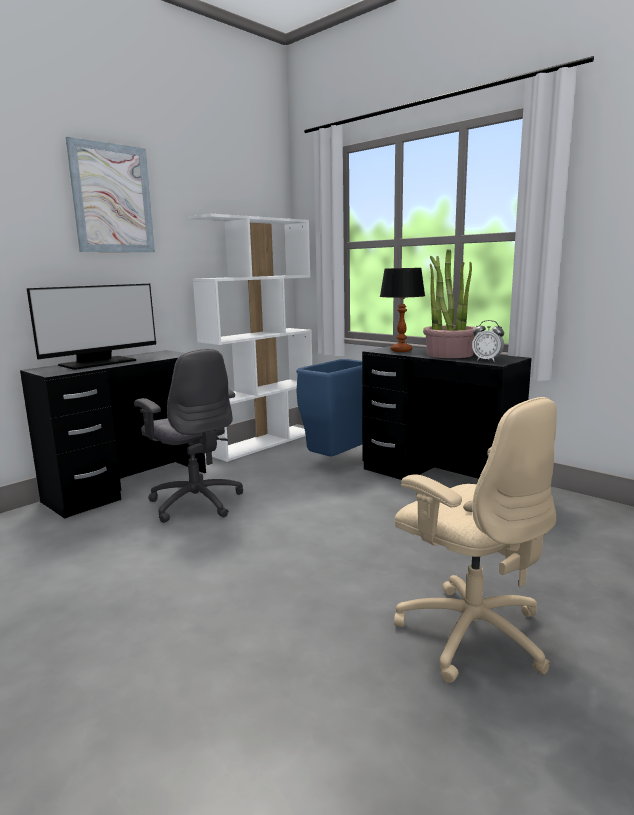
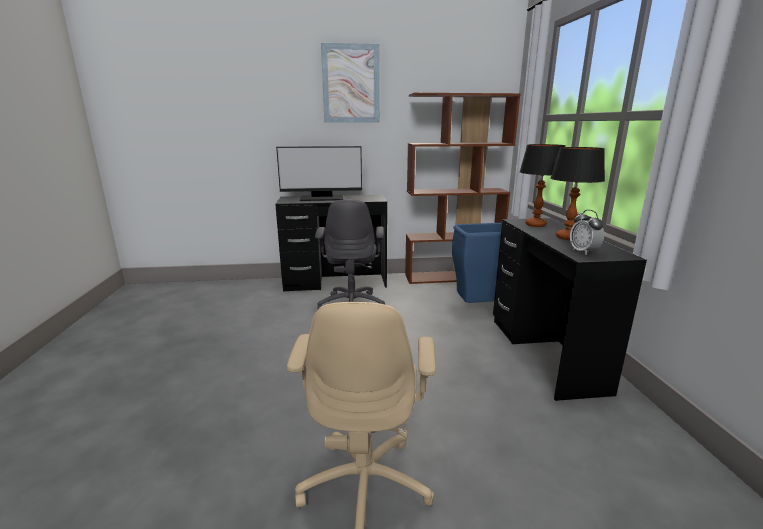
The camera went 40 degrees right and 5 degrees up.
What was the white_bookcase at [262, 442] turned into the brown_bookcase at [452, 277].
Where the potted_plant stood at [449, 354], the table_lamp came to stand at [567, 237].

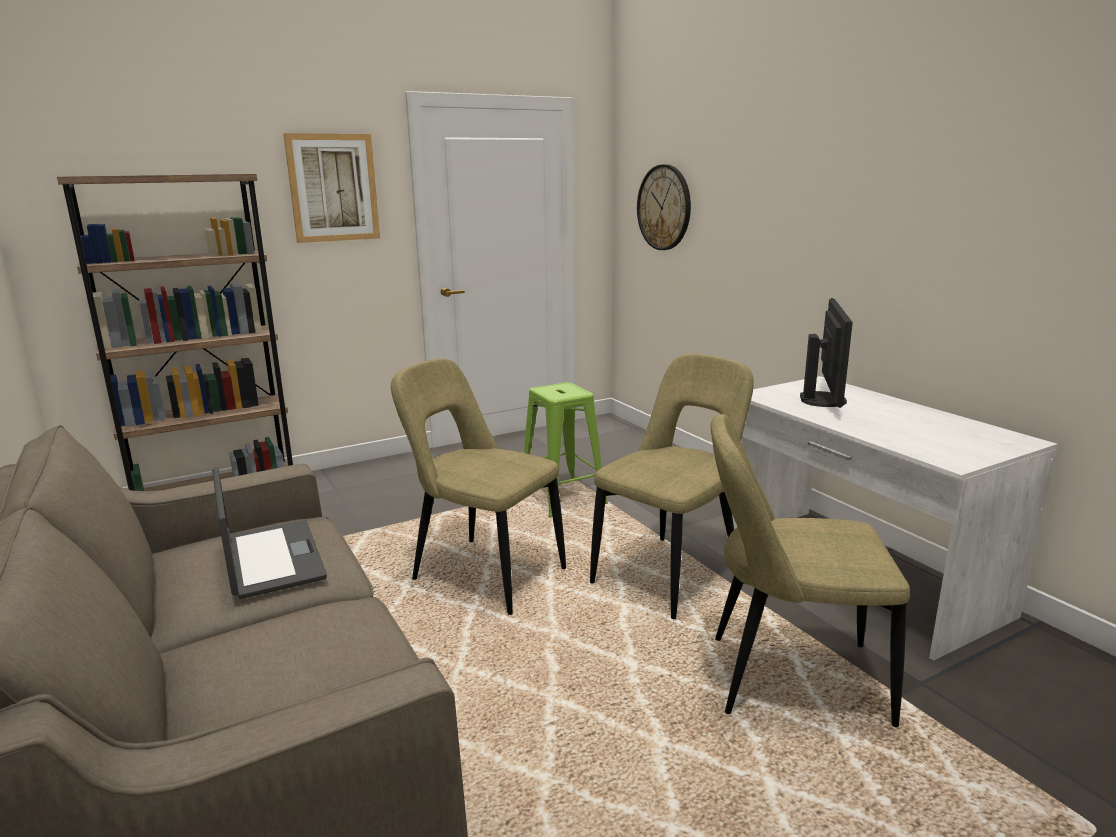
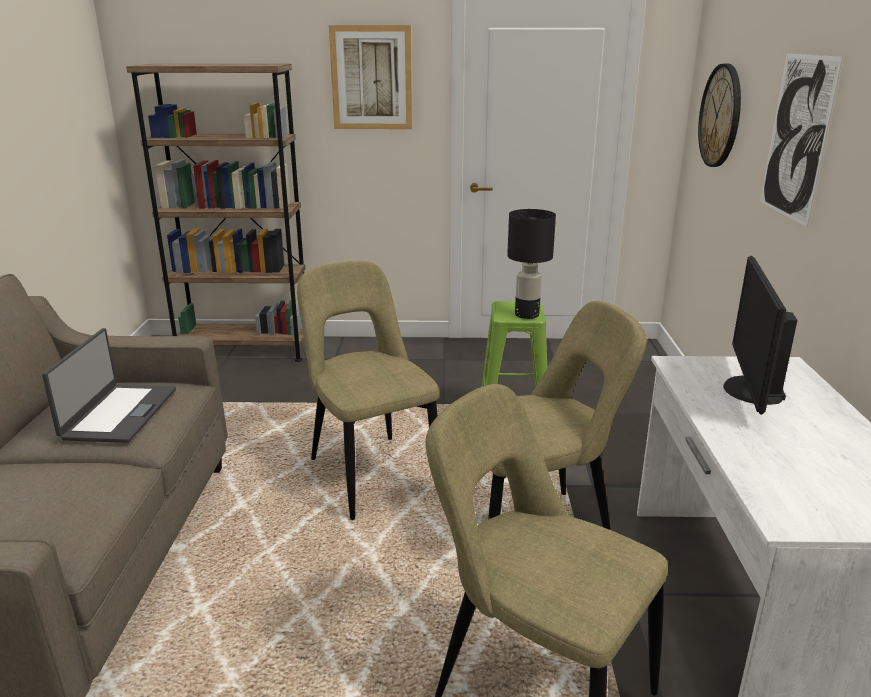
The camera went 30 degrees right and 5 degrees up.
The monitor at [824, 400] ended up facing another way, 150 degrees clockwise from before.
The second view gained the black_table_lamp at [526, 315].
The second view gained the picture at [797, 137].

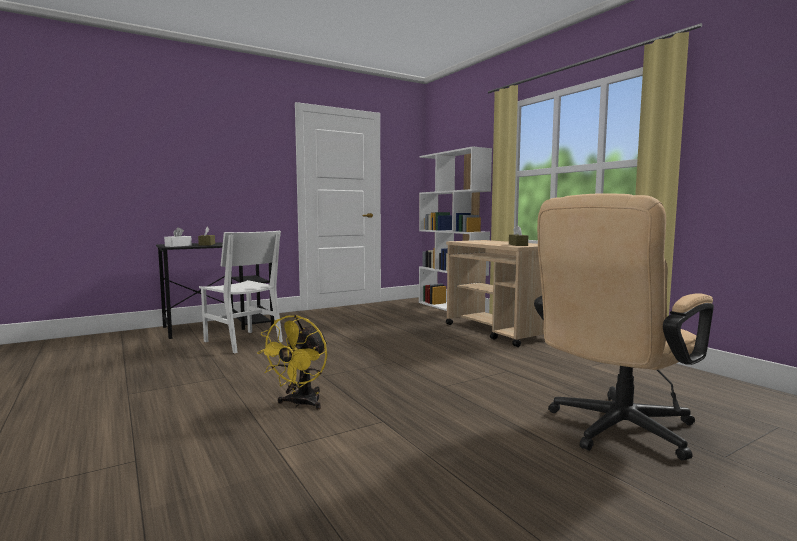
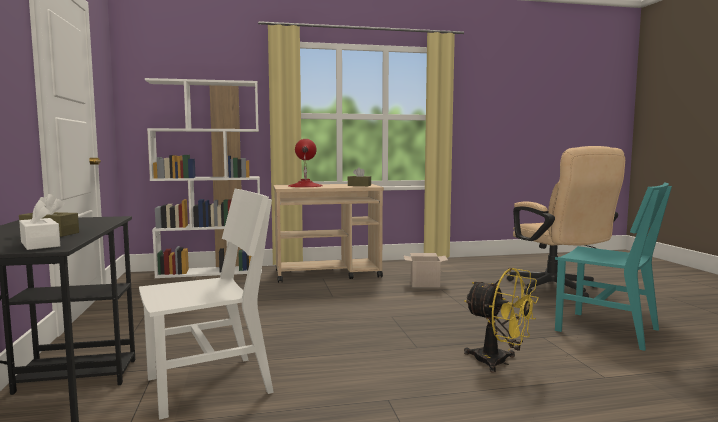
The camera went 70 degrees left and 0 degrees up.
The second view gained the red_table_lamp at [305, 186].
The second view gained the cardboard_box at [425, 283].
The second view gained the turquoise_chair at [607, 330].

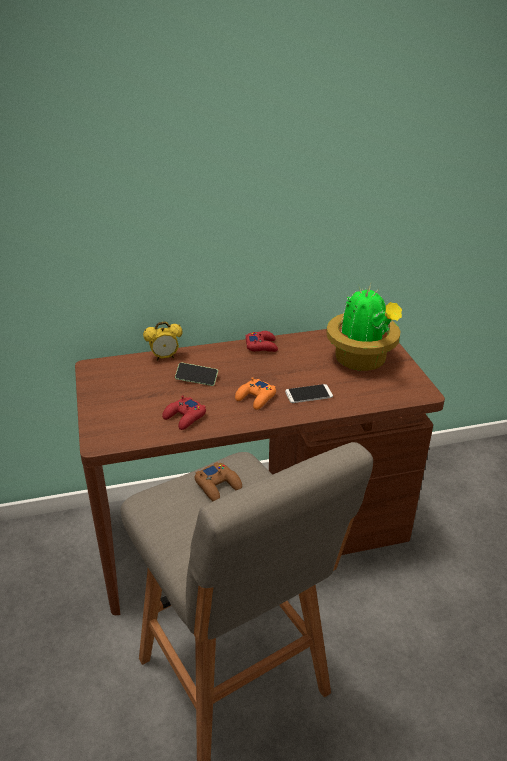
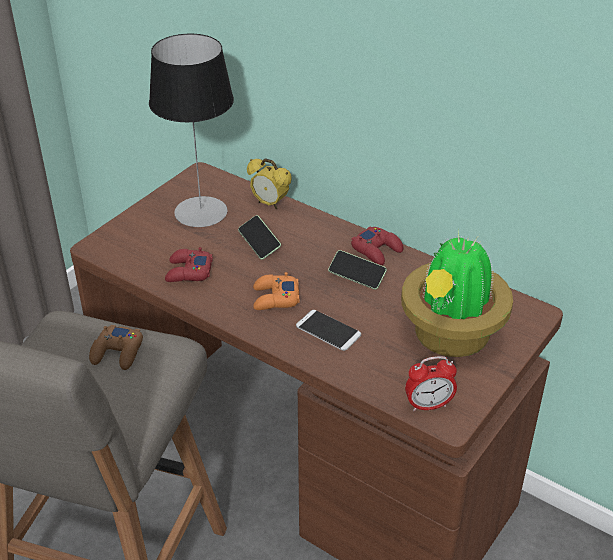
The camera went 50 degrees right and 5 degrees up.
The second view gained the table_lamp at [201, 212].
The second view gained the phone at [357, 276].
The second view gained the alarm_clock at [428, 405].

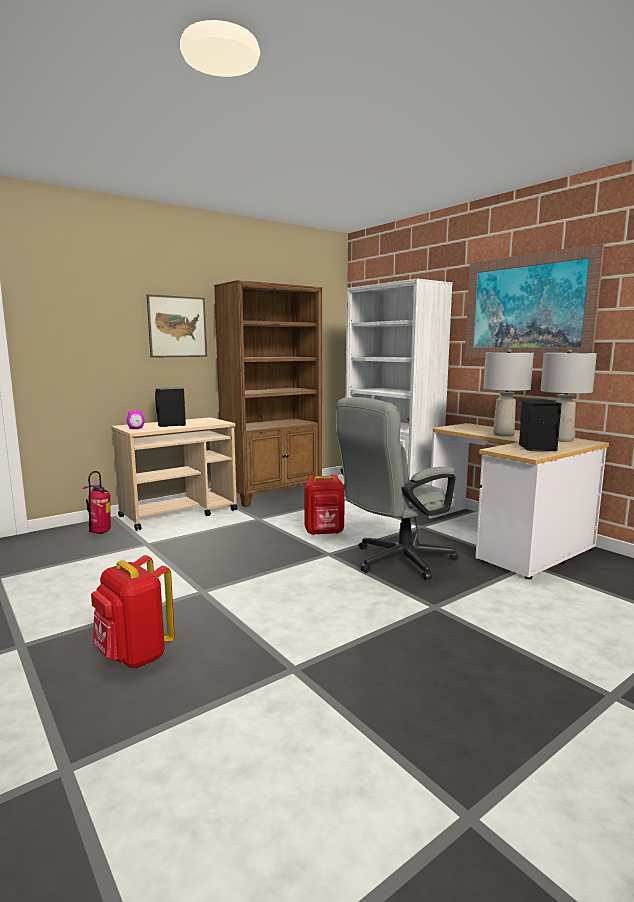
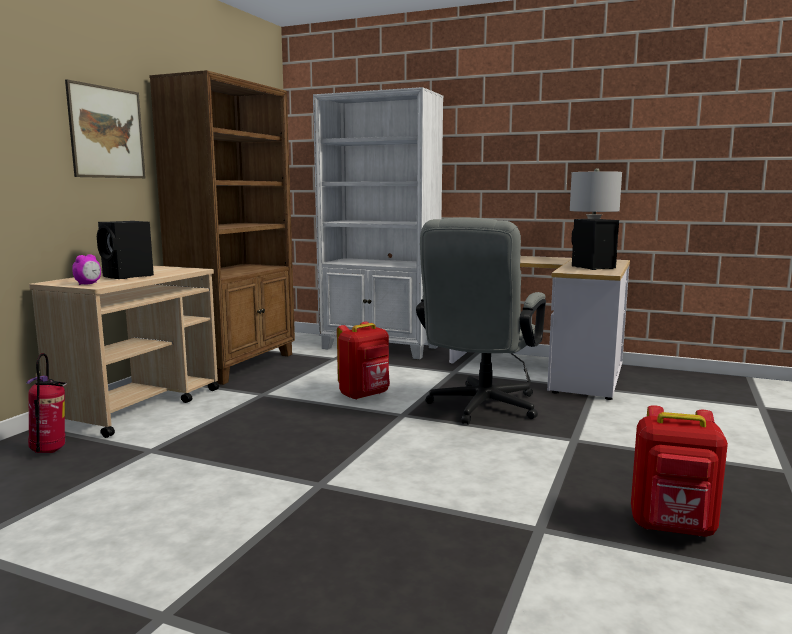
The camera went 30 degrees left and 0 degrees up.
The red_backpack ended up elsewhere, having gone from [134, 656] to [673, 528].
The second view lost the picture at [526, 307].
The second view lost the grey_table_lamp at [503, 435].

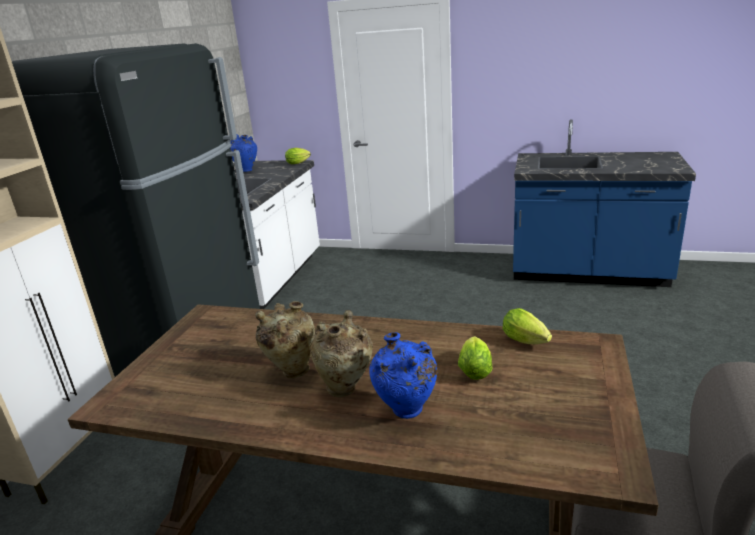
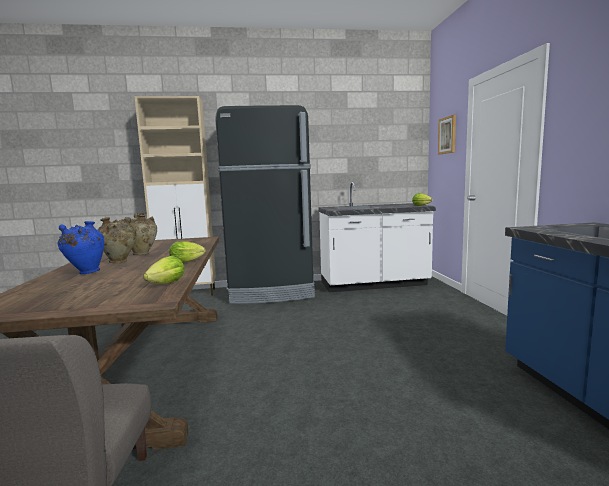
The camera went 65 degrees right and 15 degrees down.
The second view lost the blue_vase at [246, 170].
The lettuce ended up elsewhere, having gone from [474, 369] to [188, 261].
The second view gained the picture at [447, 135].

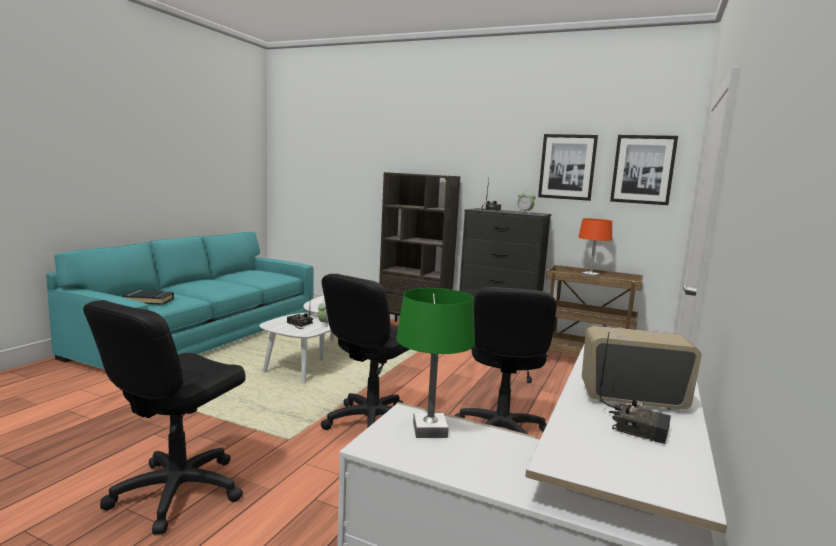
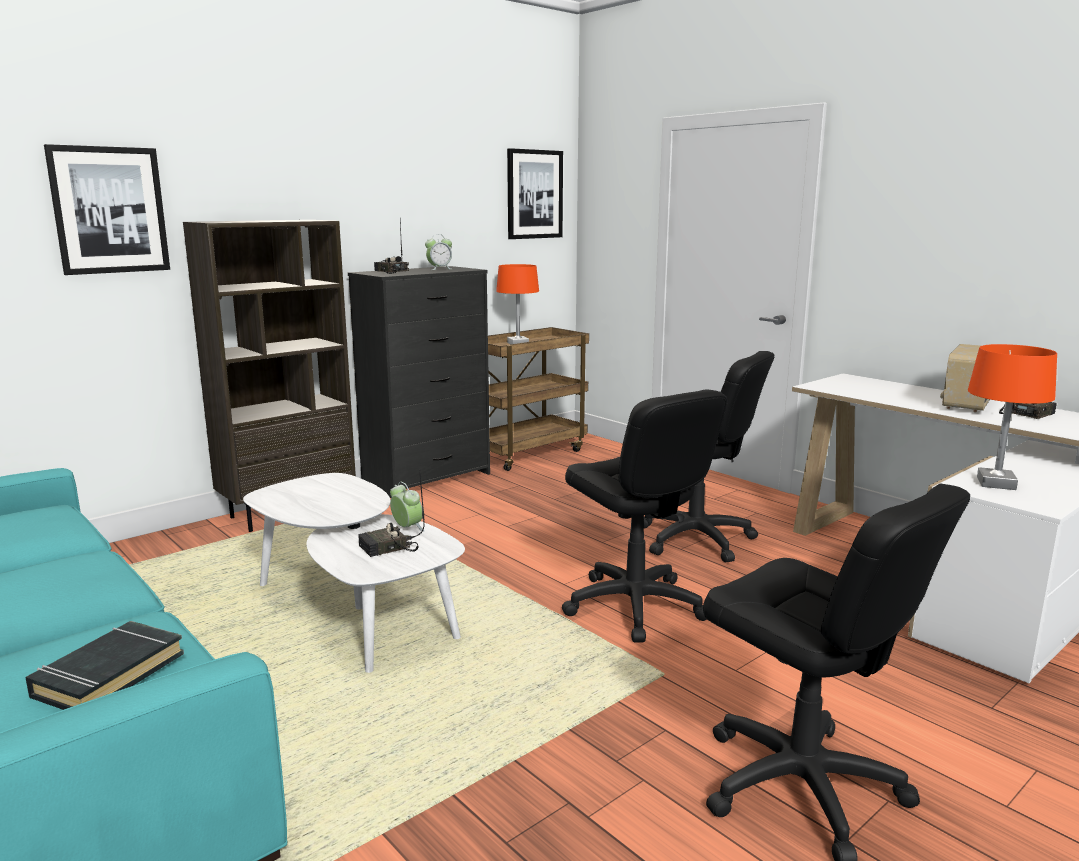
The camera went 65 degrees left and 5 degrees up.
What was the green_table_lamp at [430, 430] turned into the orange_table_lamp at [995, 483].
The picture ended up elsewhere, having gone from [567, 167] to [109, 210].

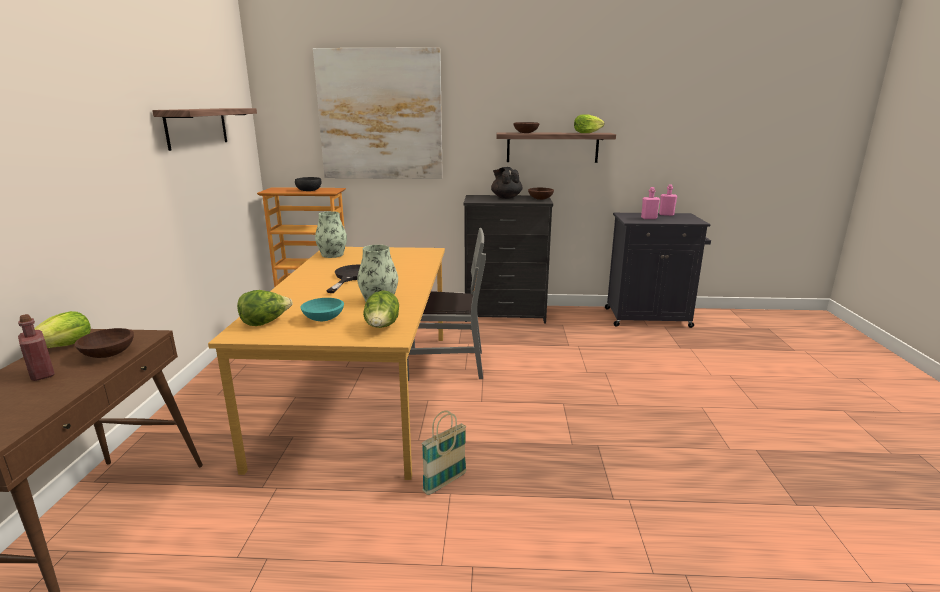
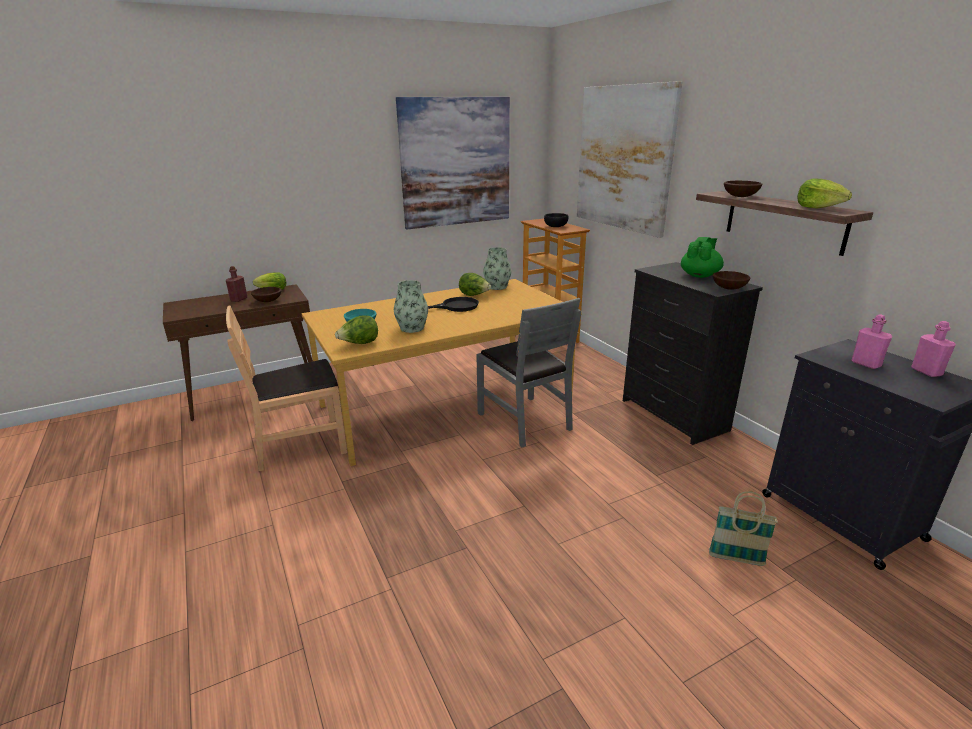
The camera went 60 degrees right and 5 degrees up.
Where the shelf hung at [197, 127], the picture came to hang at [456, 162].
The lettuce ended up elsewhere, having gone from [265, 322] to [474, 295].
The basket ended up elsewhere, having gone from [445, 483] to [736, 559].
What was the black_teapot at [506, 197] turned into the green_teapot at [699, 275].
The second view gained the brown_chair at [300, 444].

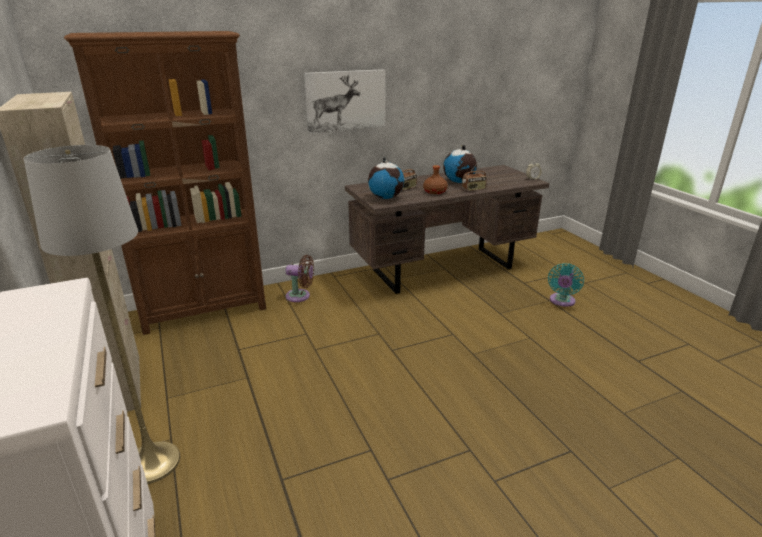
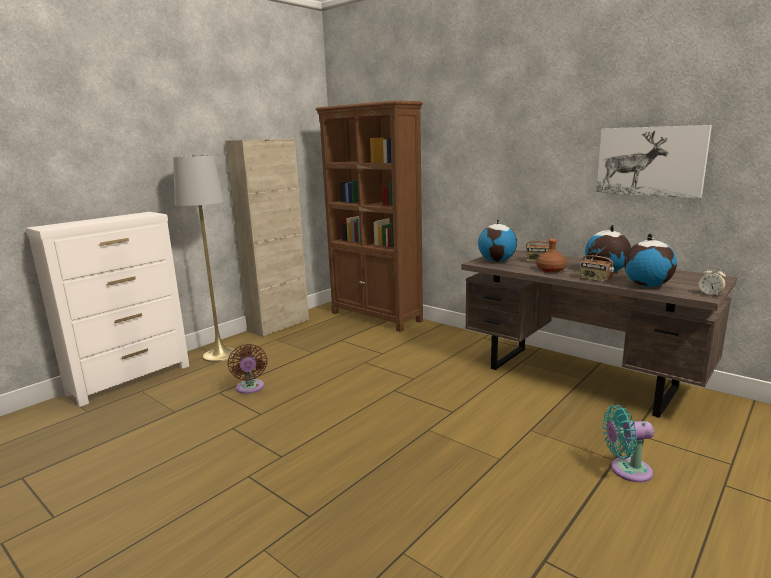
The camera went 65 degrees right and 10 degrees down.
The brown_fan ended up elsewhere, having gone from [300, 296] to [250, 388].
The picture ended up elsewhere, having gone from [345, 100] to [650, 161].
The second view gained the globe at [647, 285].

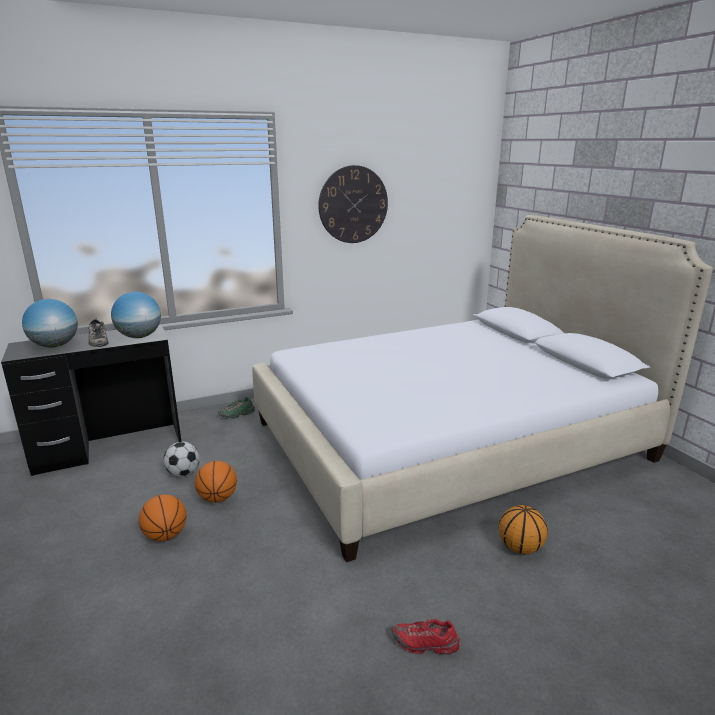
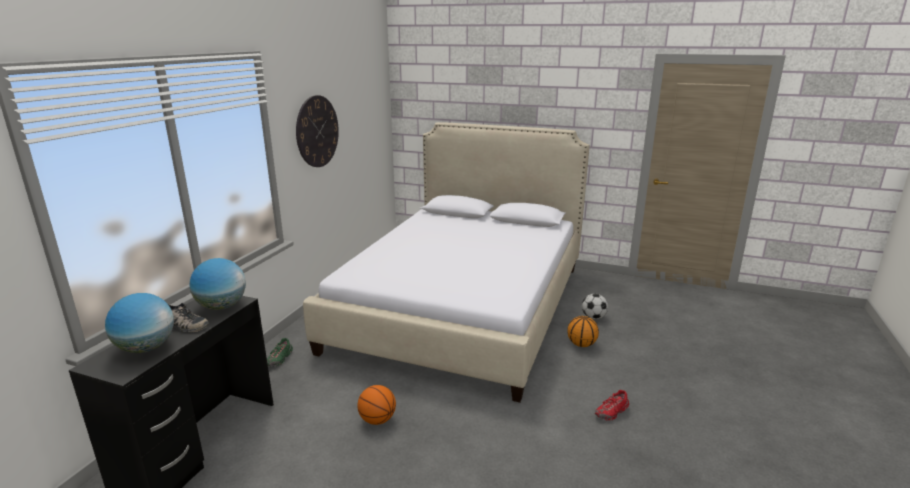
The camera went 45 degrees left and 0 degrees up.
The second view lost the basketball at [165, 535].
The football ended up elsewhere, having gone from [183, 473] to [593, 317].

